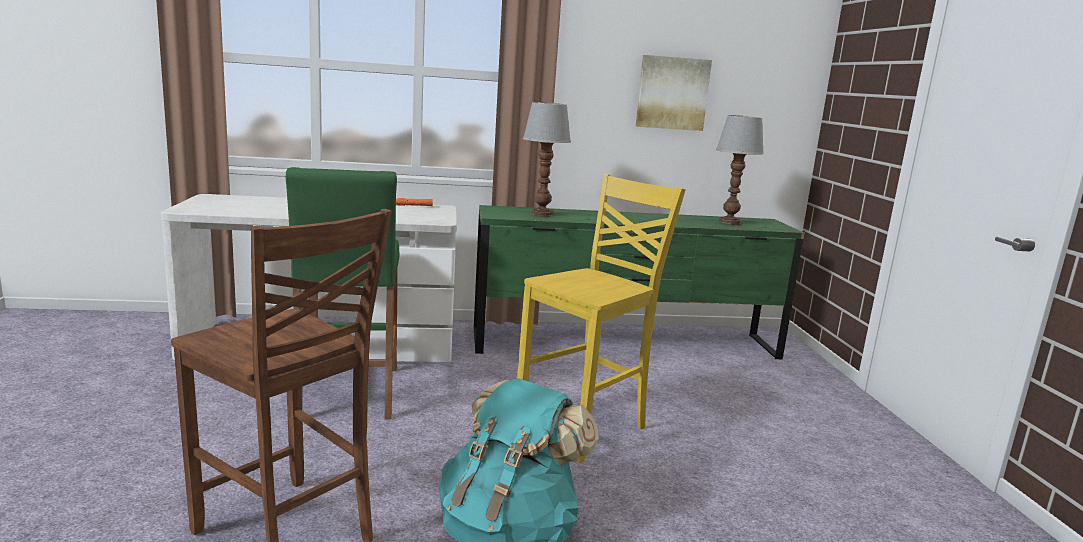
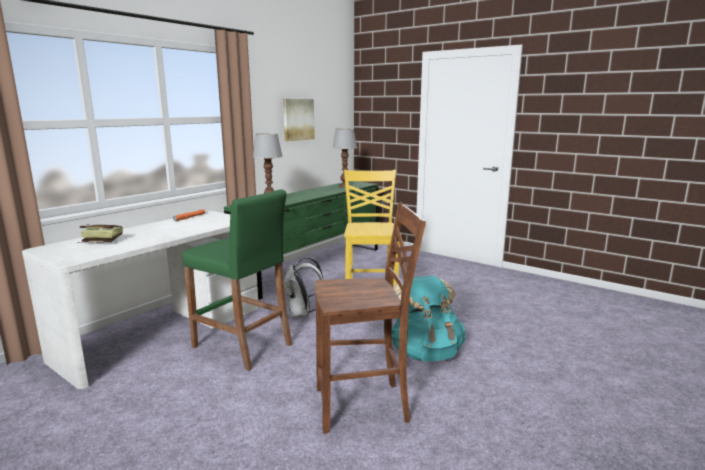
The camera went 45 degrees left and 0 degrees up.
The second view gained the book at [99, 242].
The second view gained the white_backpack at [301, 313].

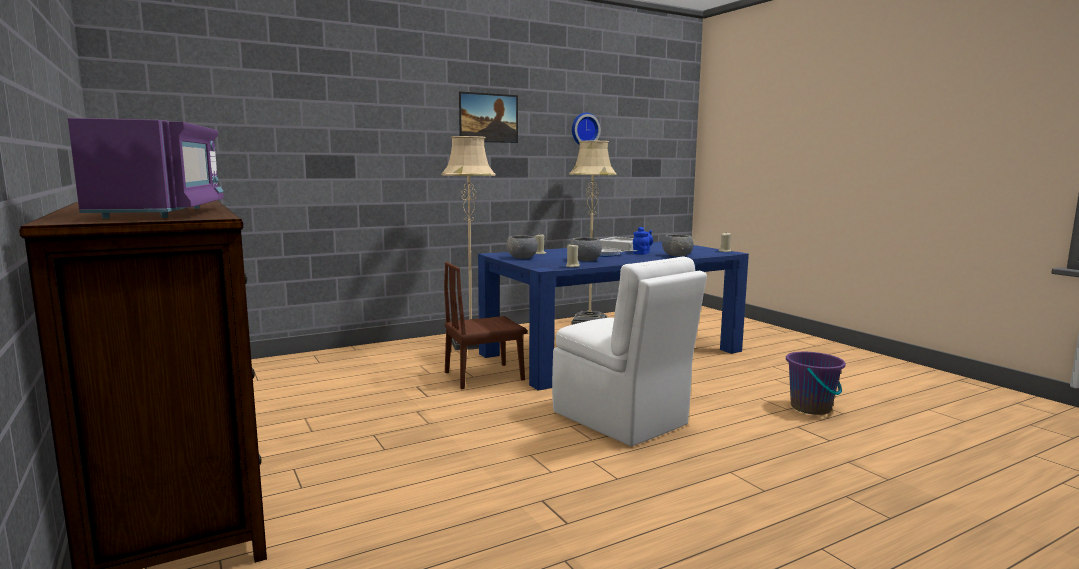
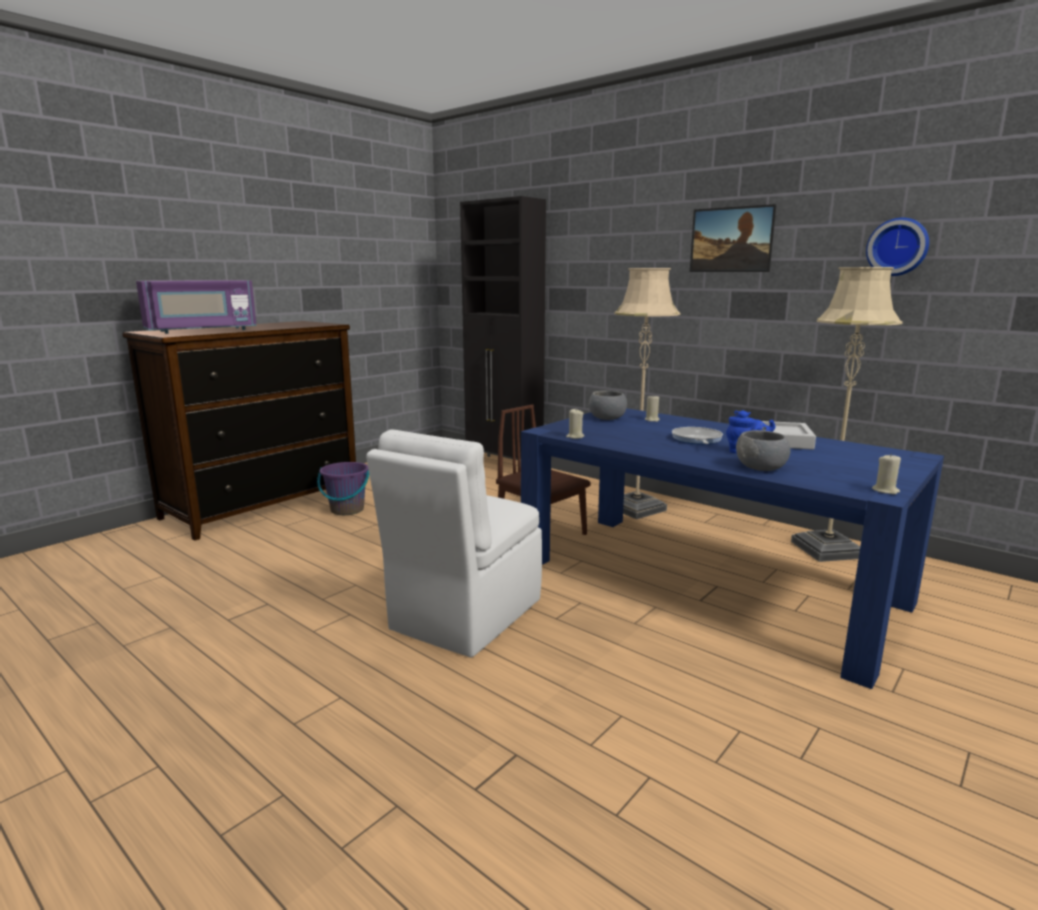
The camera went 70 degrees right and 5 degrees up.
The second view lost the grey_bowl at [585, 260].
The purple_bucket ended up elsewhere, having gone from [811, 408] to [347, 510].
The second view gained the black_cabinet at [504, 465].

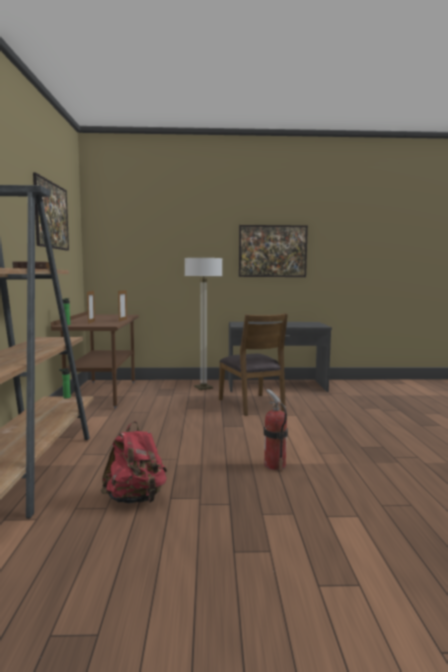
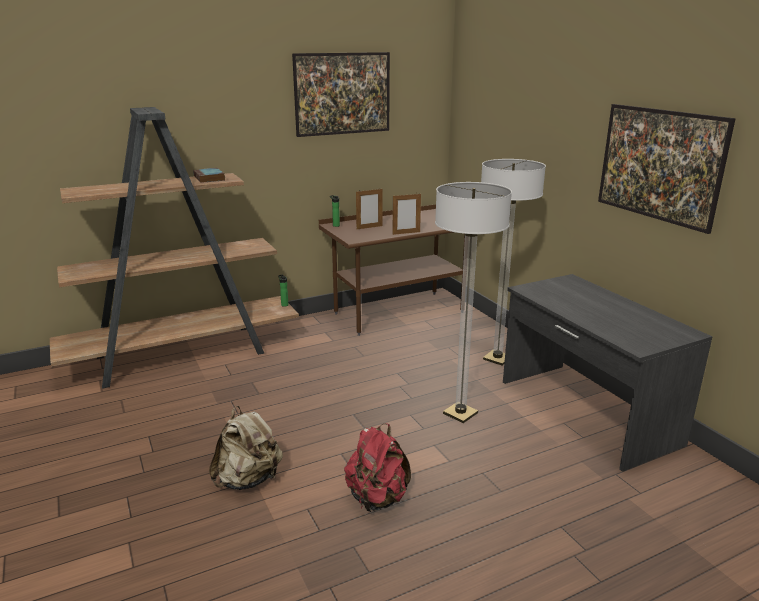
The camera went 65 degrees right and 15 degrees up.
The red_backpack ended up elsewhere, having gone from [135, 499] to [377, 498].
Where the brown_chair stood at [252, 405], the floor_lamp came to stand at [460, 413].
Where the fire_extinguisher stood at [274, 465], the beige_backpack came to stand at [248, 479].

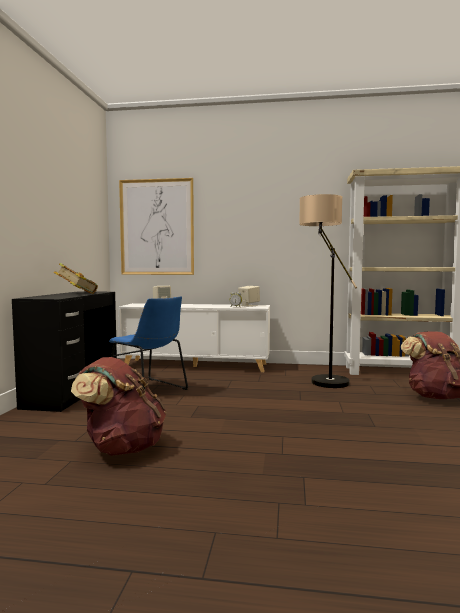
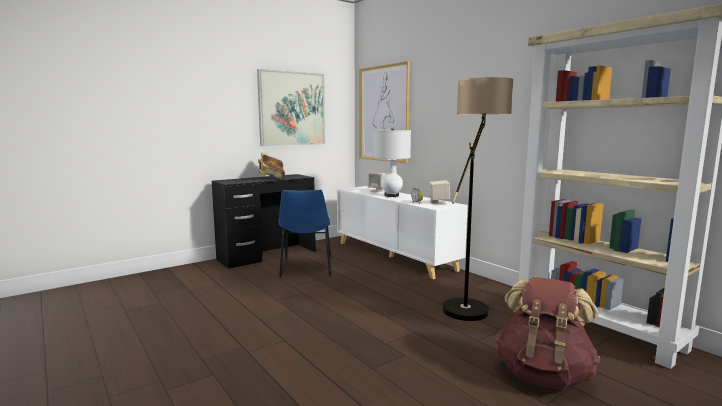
The camera went 45 degrees right and 5 degrees up.
The second view lost the brown_backpack at [122, 448].
The second view gained the picture at [292, 109].
The second view gained the white_table_lamp at [391, 195].

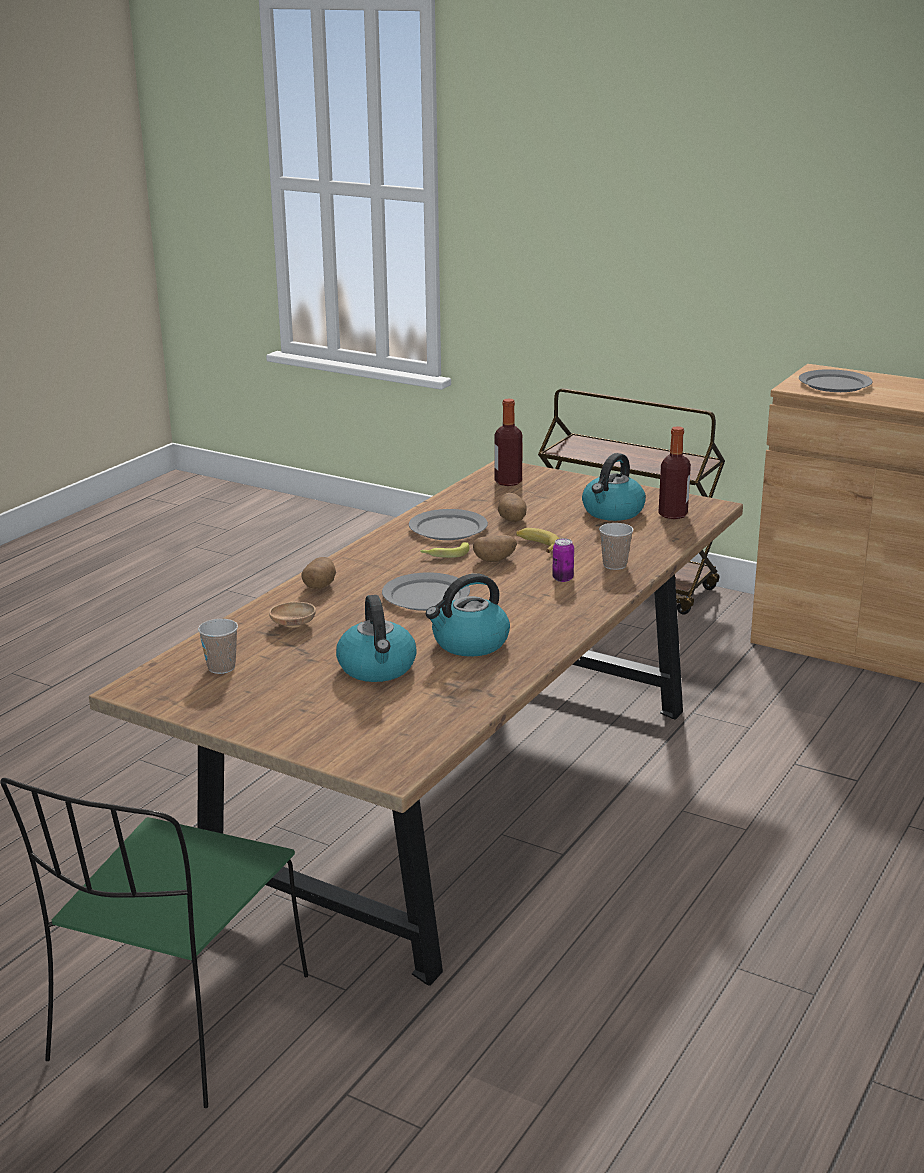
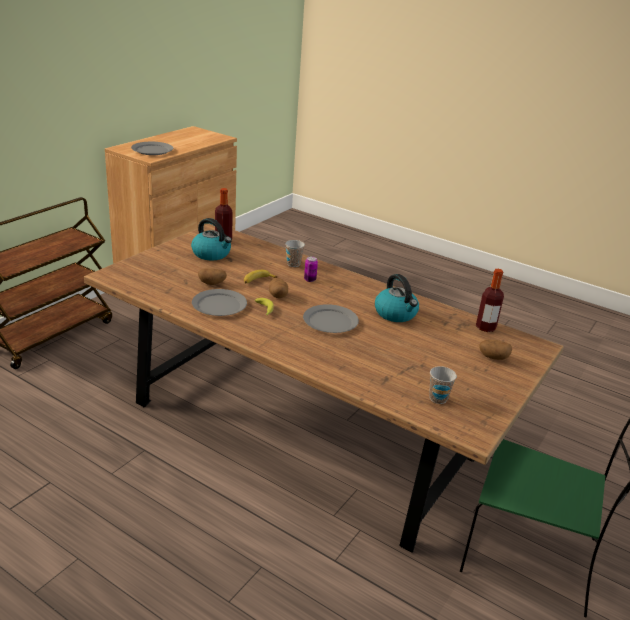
The camera went 90 degrees left and 5 degrees up.
The second view lost the brown_bowl at [293, 625].
The potato ended up elsewhere, having gone from [320, 585] to [493, 357].
The second view lost the kettle at [377, 668].
The bottle ended up elsewhere, having gone from [508, 482] to [485, 327].

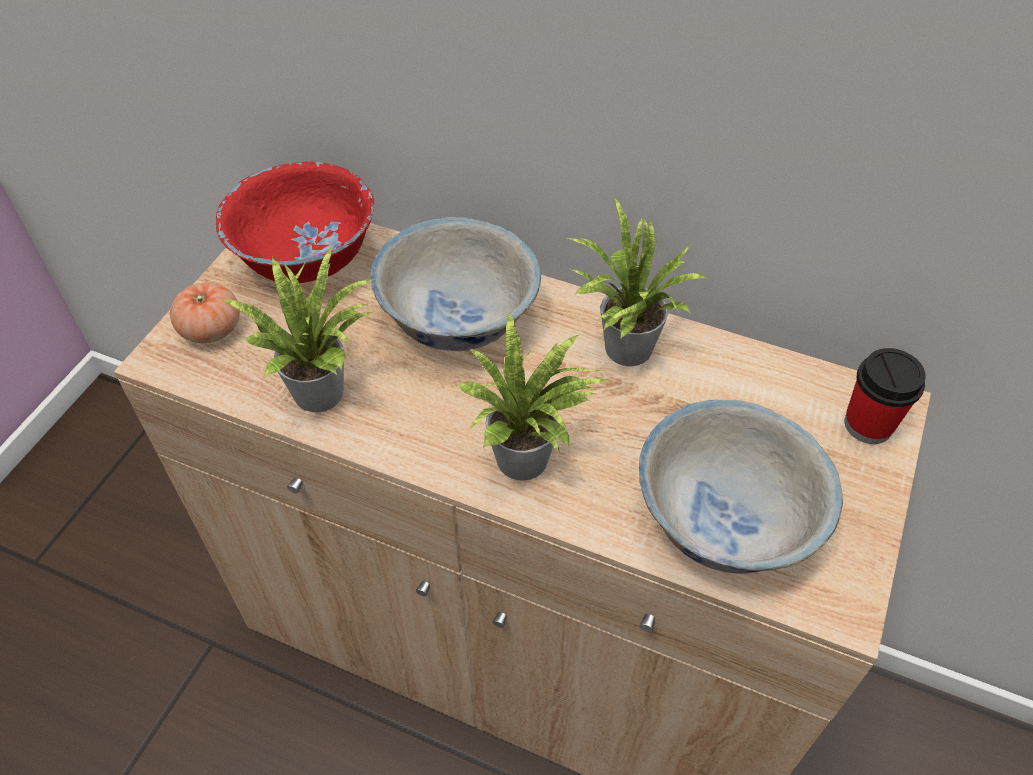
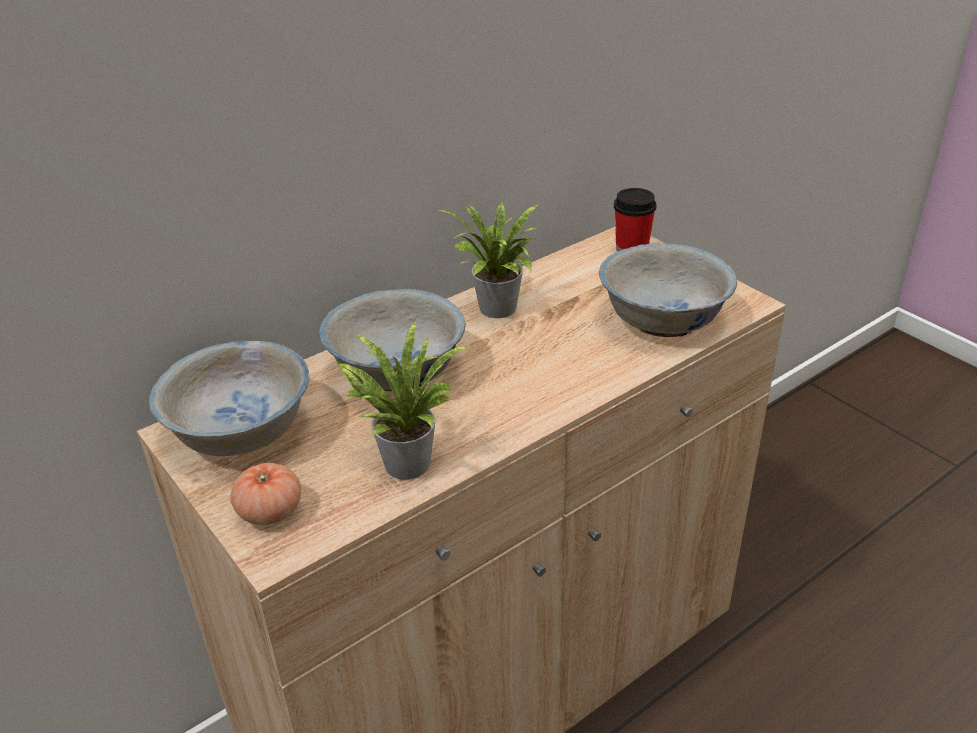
The camera went 60 degrees left and 15 degrees down.
What was the red_bowl at [306, 256] turned into the white_bowl at [242, 431].
The second view lost the potted_plant at [529, 461].

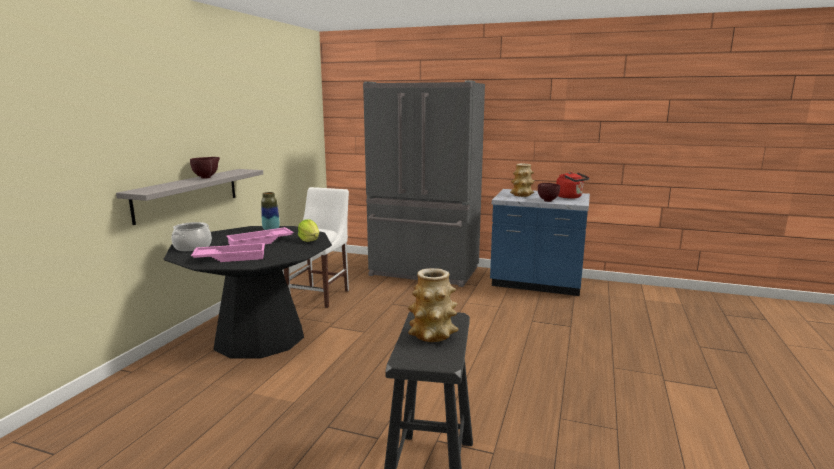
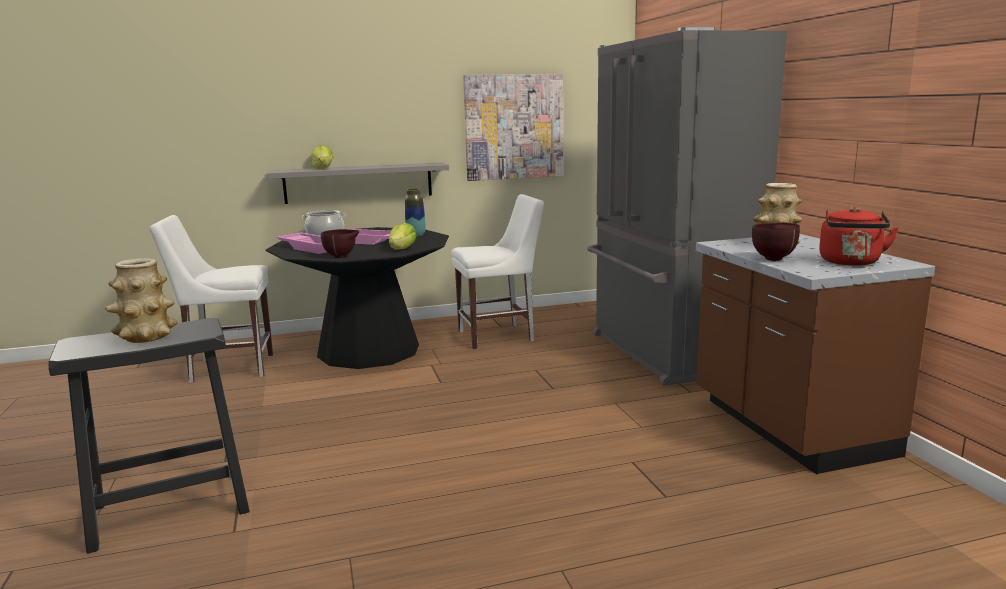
The camera went 55 degrees right and 0 degrees up.
The brown_bowl ended up elsewhere, having gone from [207, 177] to [342, 256].
What was the blue_counter at [536, 284] turned into the brown_counter at [788, 427].
The second view gained the white_chair at [228, 368].
The second view gained the lettuce at [323, 168].
The second view gained the picture at [514, 127].

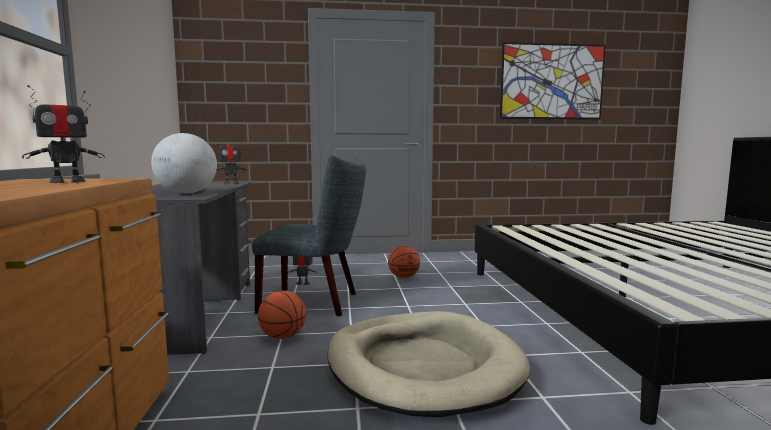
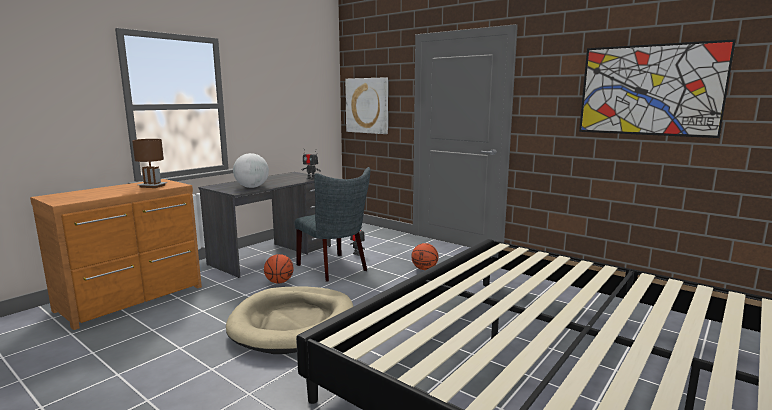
The camera went 45 degrees right and 5 degrees up.
Where the toy_robot stood at [67, 182], the brown_table_lamp came to stand at [152, 186].
The second view gained the picture at [367, 105].

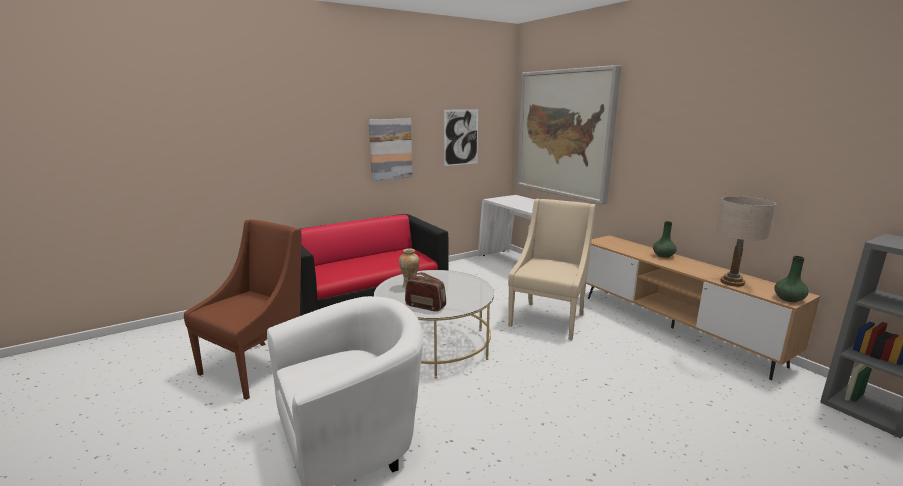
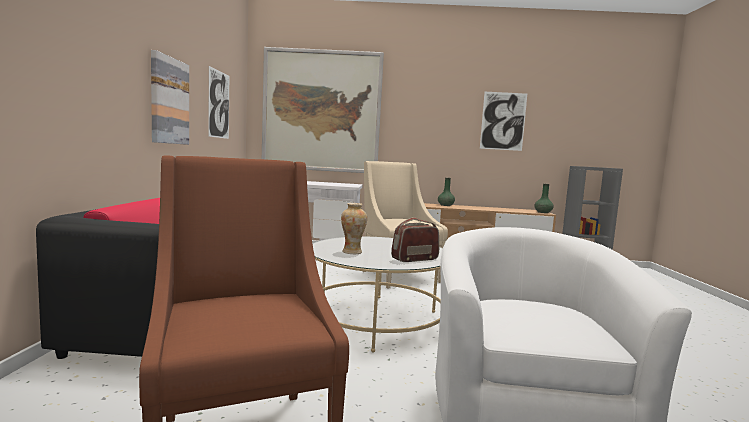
The camera went 55 degrees left and 10 degrees down.
The second view lost the beige_table_lamp at [732, 282].
The second view gained the picture at [503, 121].

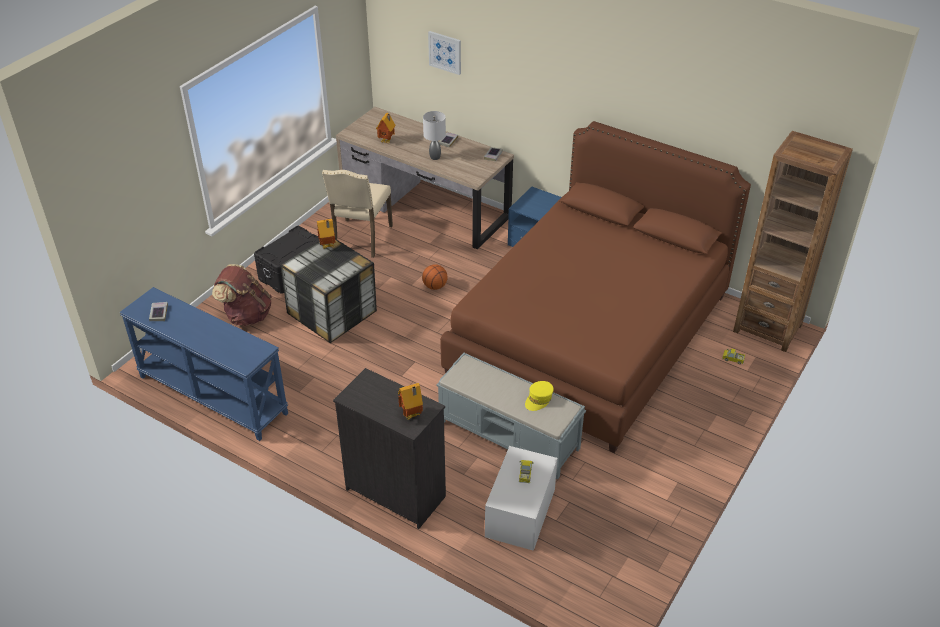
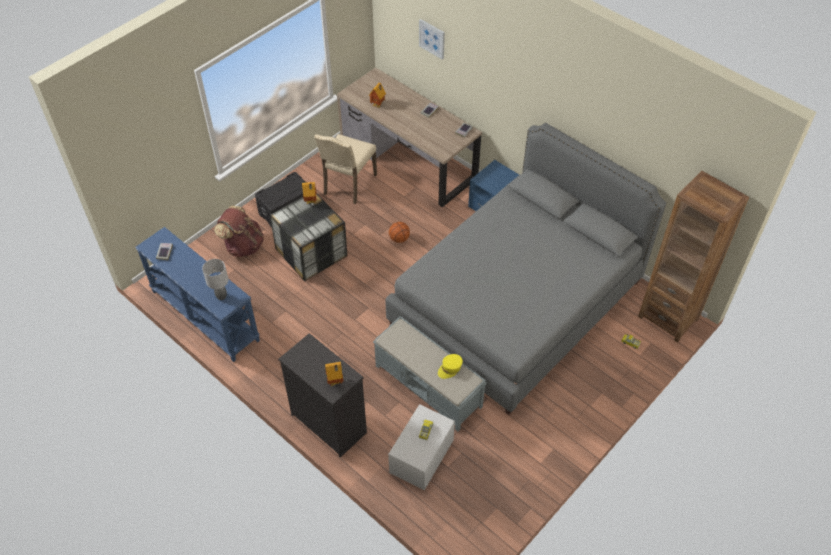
The camera went 10 degrees right and 10 degrees up.
The grey_table_lamp ended up elsewhere, having gone from [435, 157] to [221, 296].
What was the brown_bed at [590, 335] turned into the grey_bed at [516, 302].

